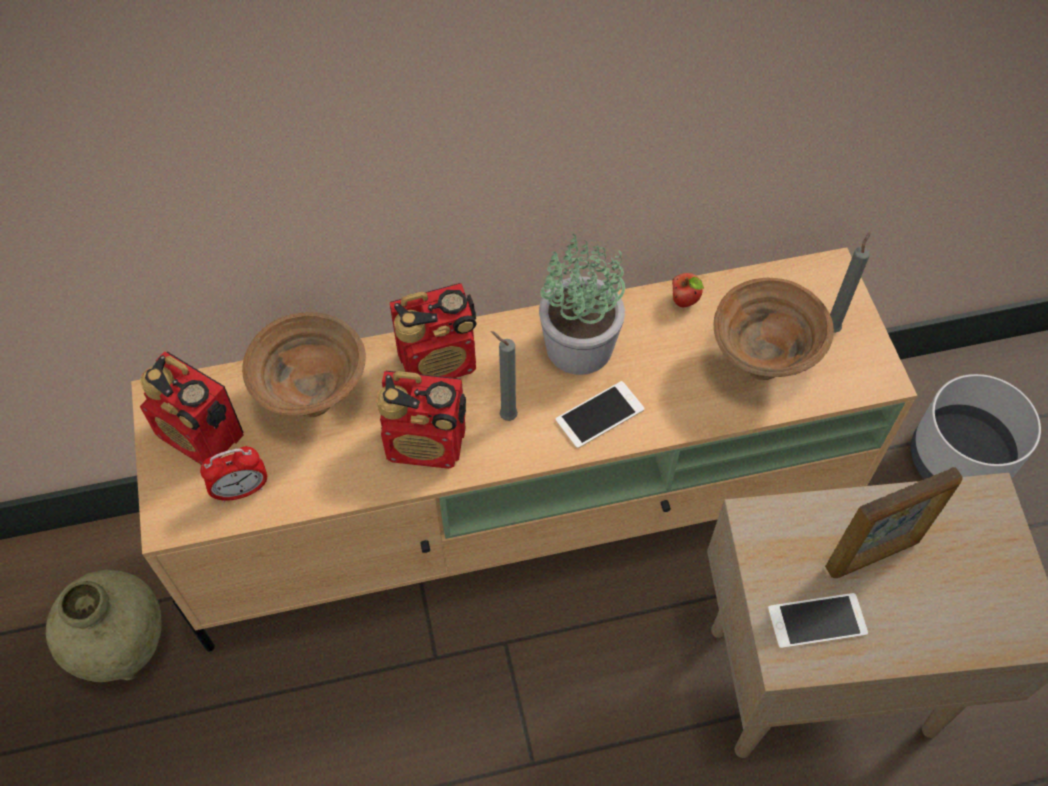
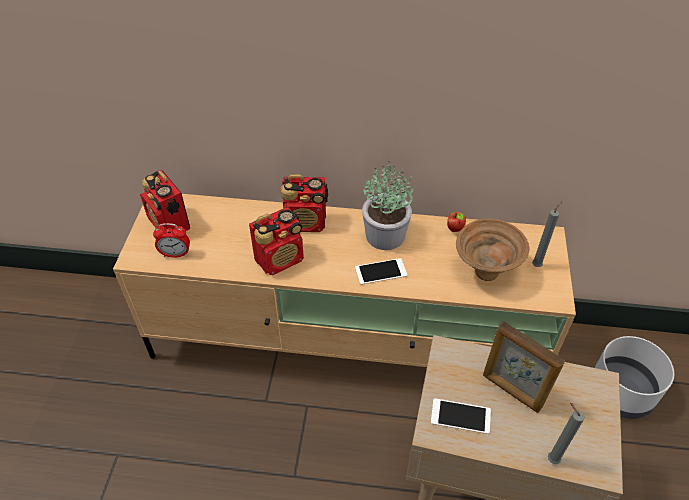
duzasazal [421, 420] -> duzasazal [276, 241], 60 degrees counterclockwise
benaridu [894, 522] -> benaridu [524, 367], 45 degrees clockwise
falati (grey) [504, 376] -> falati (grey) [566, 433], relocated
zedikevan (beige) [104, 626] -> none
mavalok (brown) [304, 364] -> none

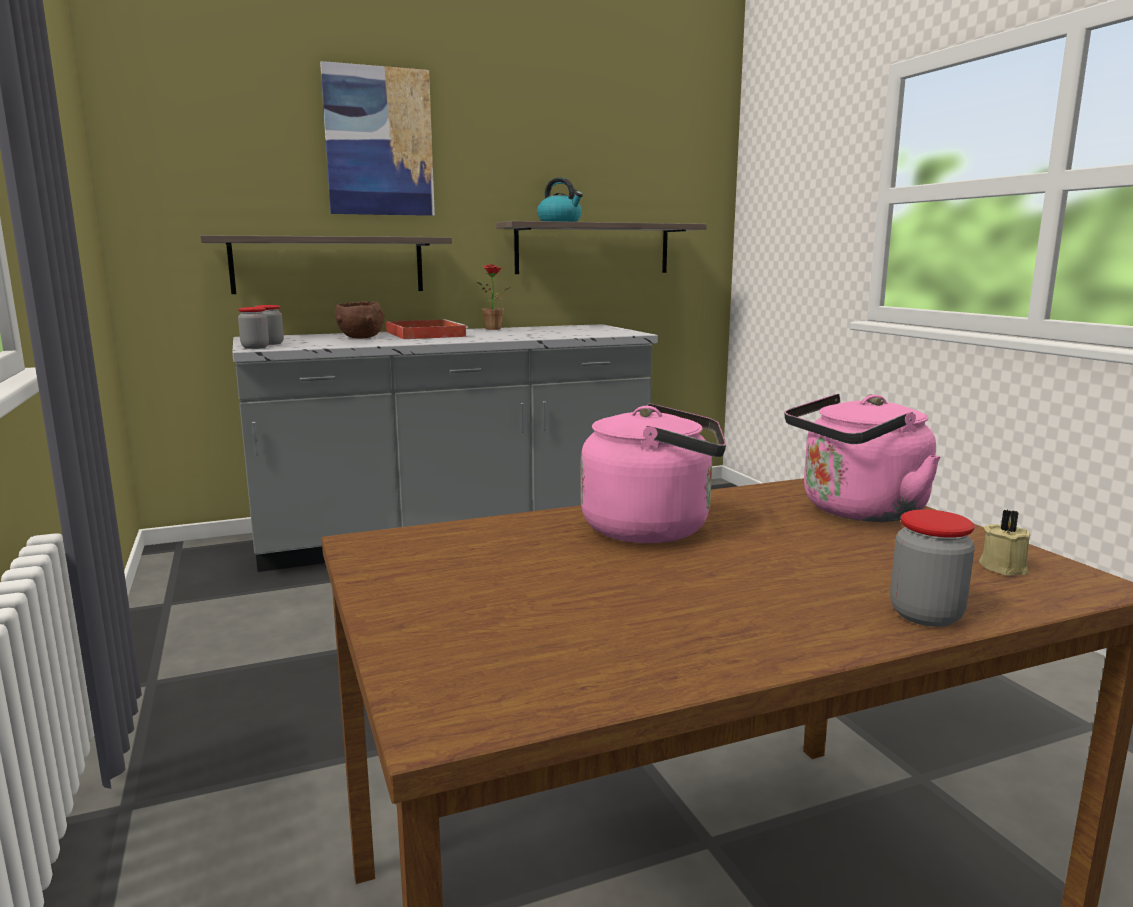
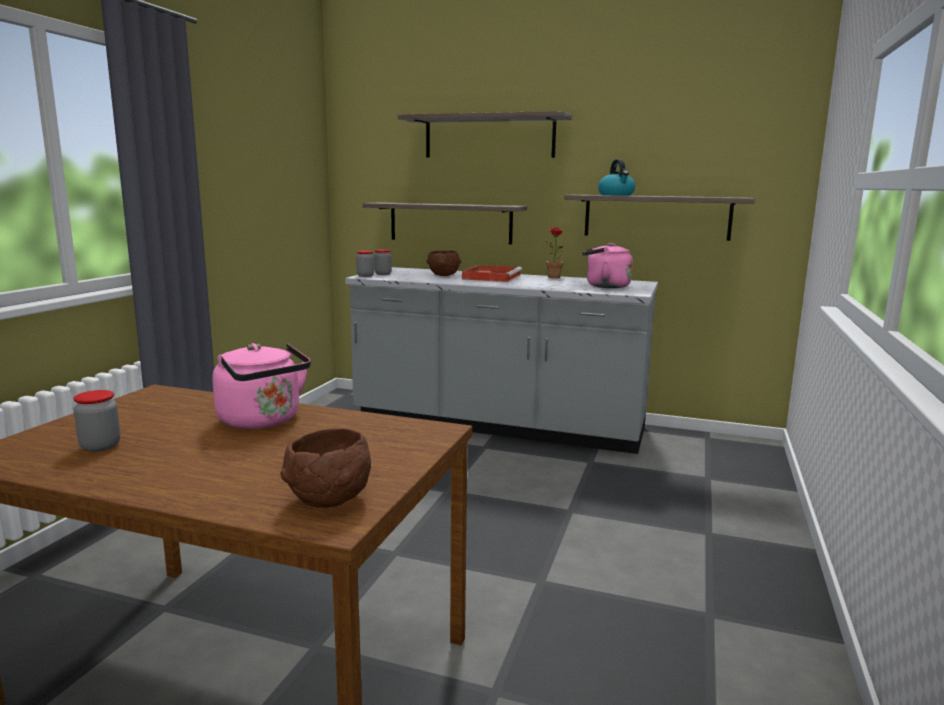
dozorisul [932, 568] -> dozorisul [96, 421], relocated
falati (beige) [1004, 543] -> mavalok (brown) [325, 468]
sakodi [377, 138] -> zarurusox [485, 134]
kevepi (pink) [863, 458] -> kevepi (pink) [607, 265], relocated

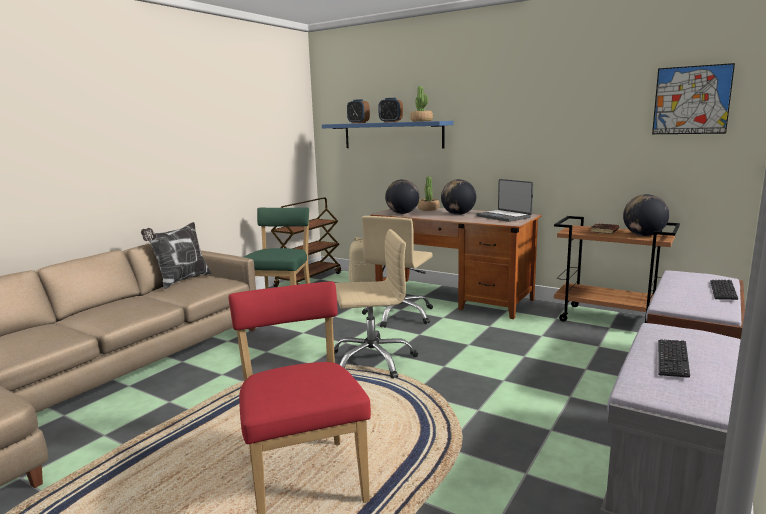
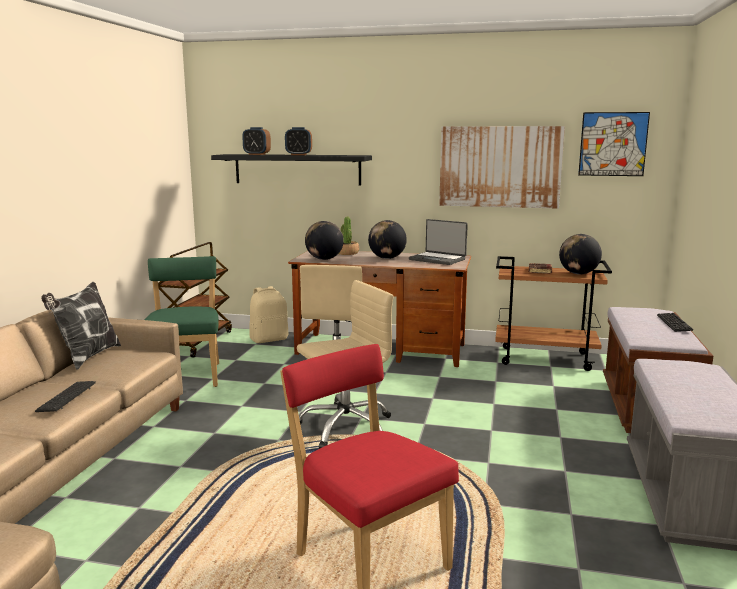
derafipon [674, 358] -> derafipon [65, 396], relocated
zarurusox (blue) [388, 134] -> zarurusox (black) [291, 169]
none -> sakodi [502, 167]
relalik [421, 104] -> none

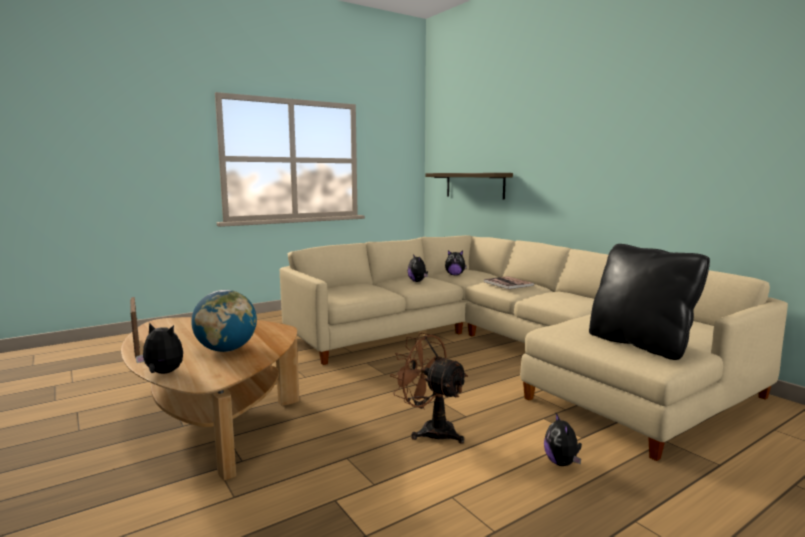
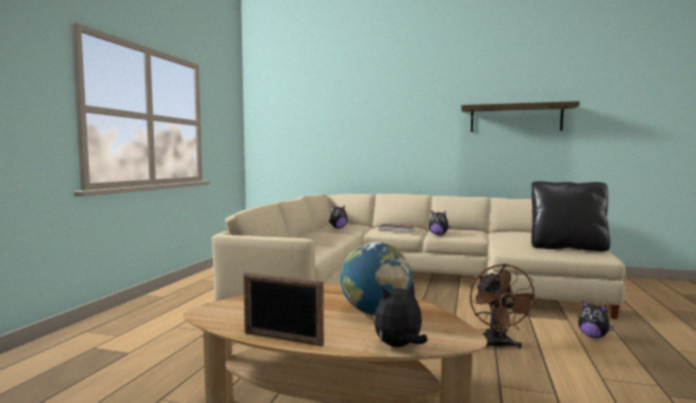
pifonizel [418, 268] -> pifonizel [440, 223], relocated
zarurusox [469, 186] -> zarurusox [520, 116], relocated
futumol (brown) [429, 388] -> futumol (brown) [505, 307], 90 degrees counterclockwise

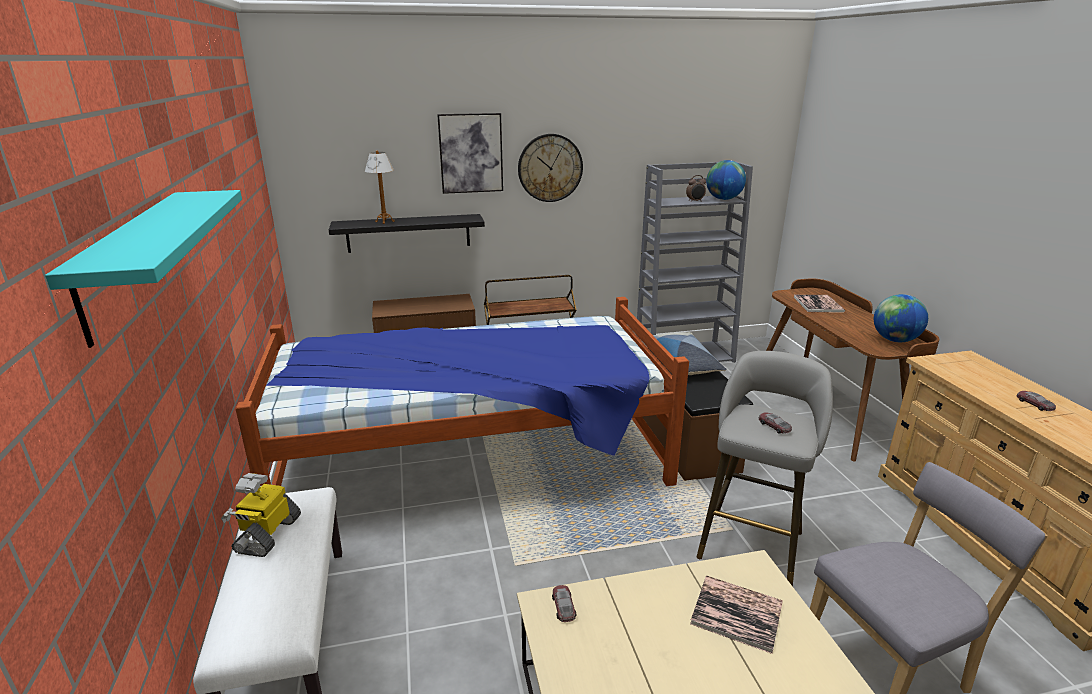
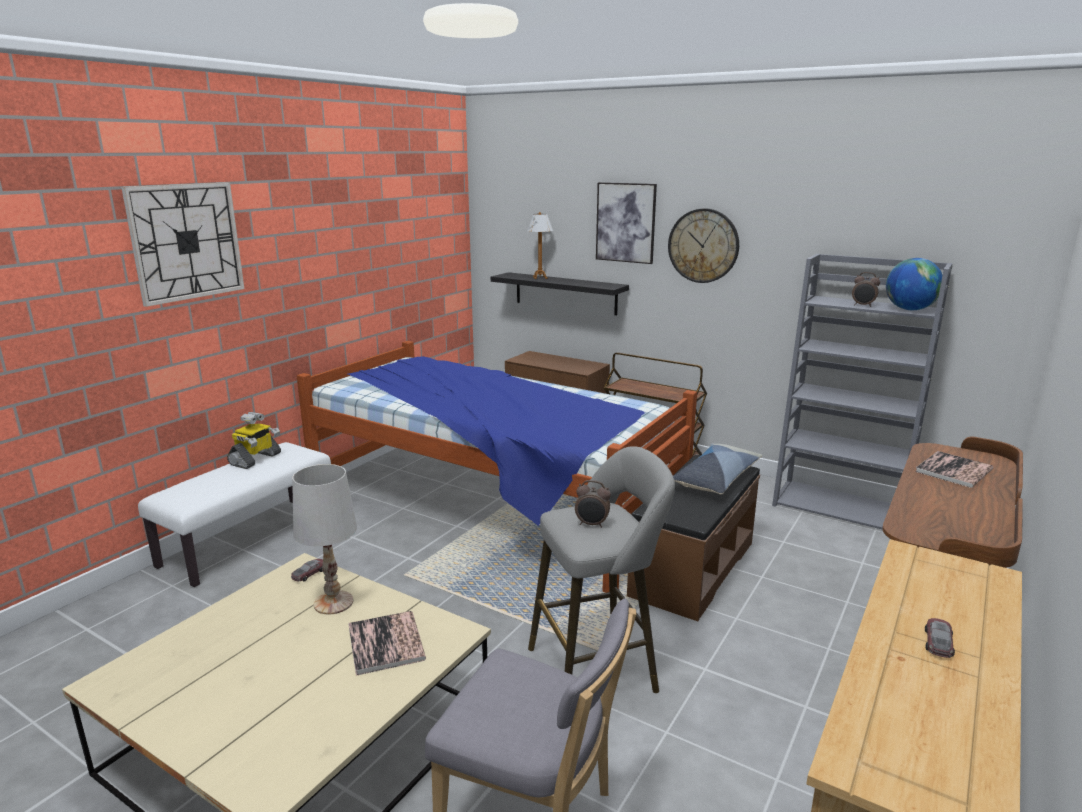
zarurusox (turquoise) [143, 269] -> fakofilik [183, 244]
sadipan [261, 515] -> sadipan [254, 440], 150 degrees clockwise
none -> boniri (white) [324, 539]
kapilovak [775, 423] -> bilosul [593, 504]
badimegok [901, 318] -> none

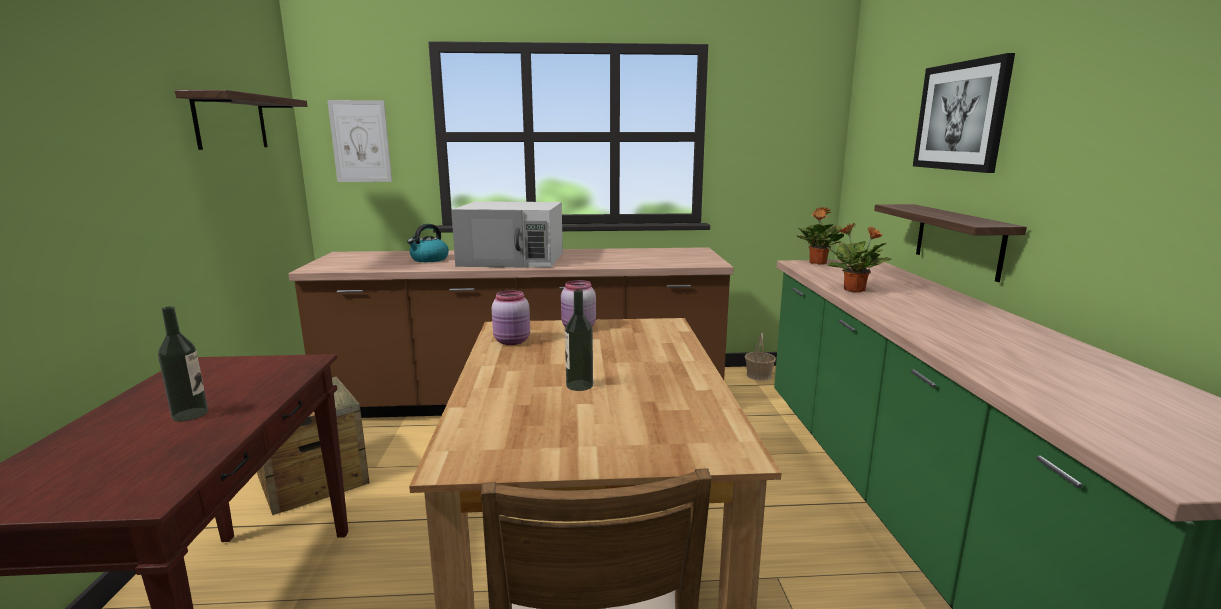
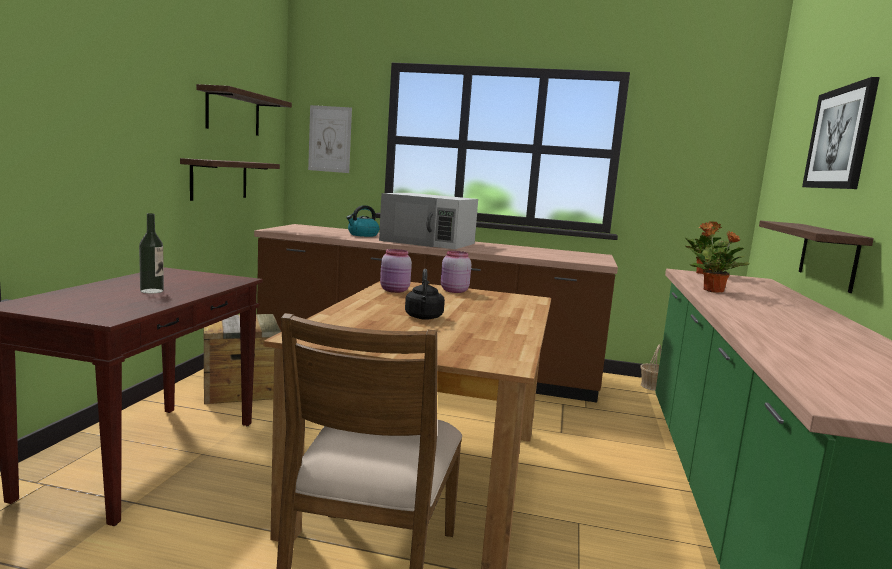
none -> zarurusox [230, 179]
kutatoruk [579, 340] -> kevepi (black) [425, 294]

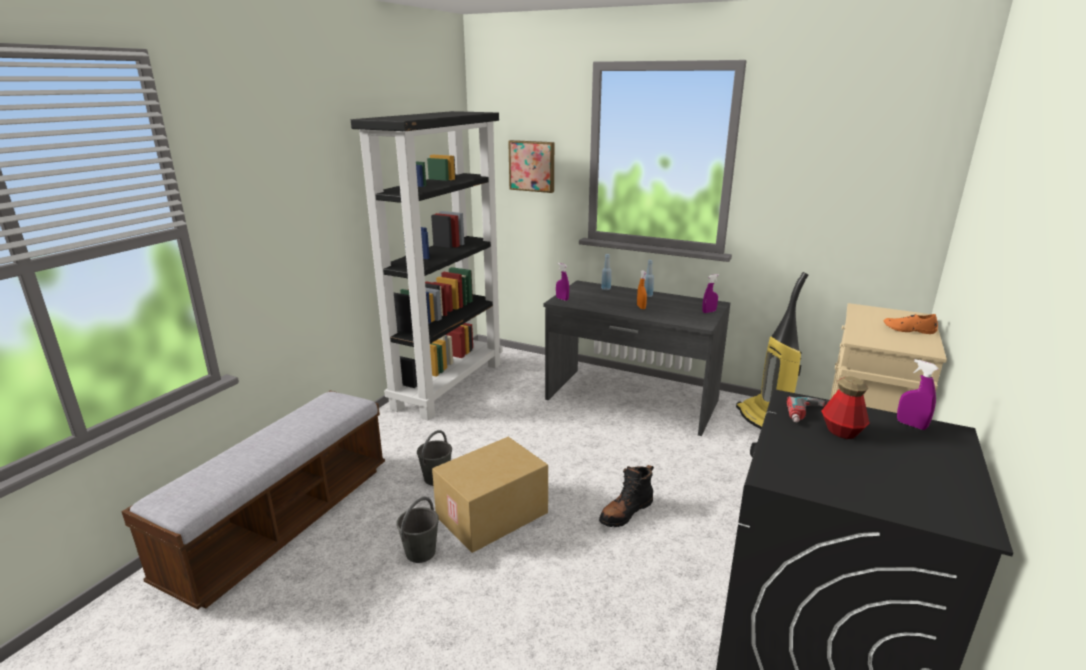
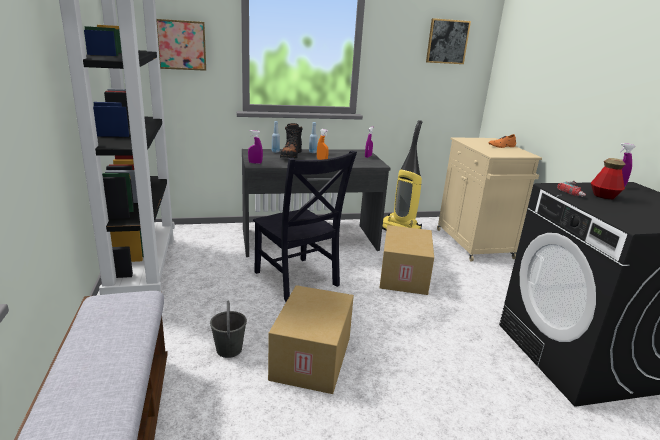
none -> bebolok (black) [305, 226]
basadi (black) [626, 496] -> basadi (black) [291, 141], relocated
none -> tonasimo [406, 260]
none -> sakodi [448, 41]
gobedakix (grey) [417, 530] -> none

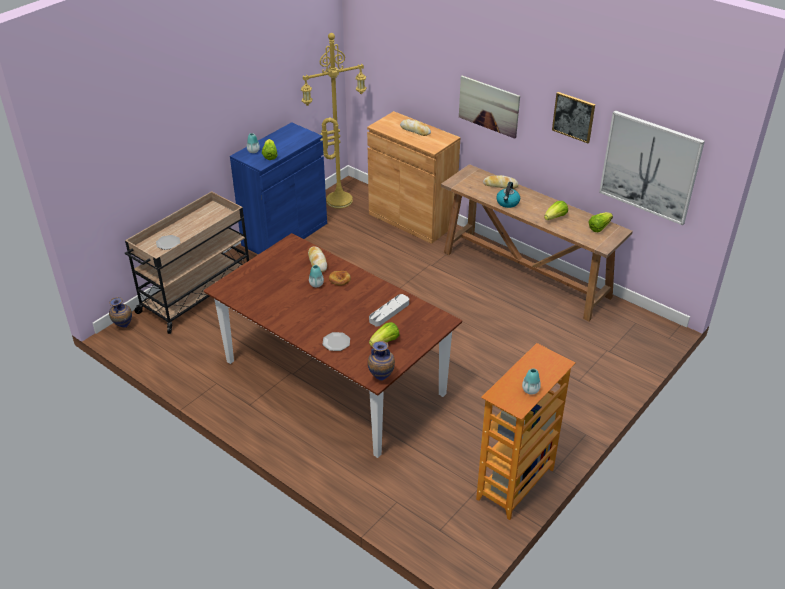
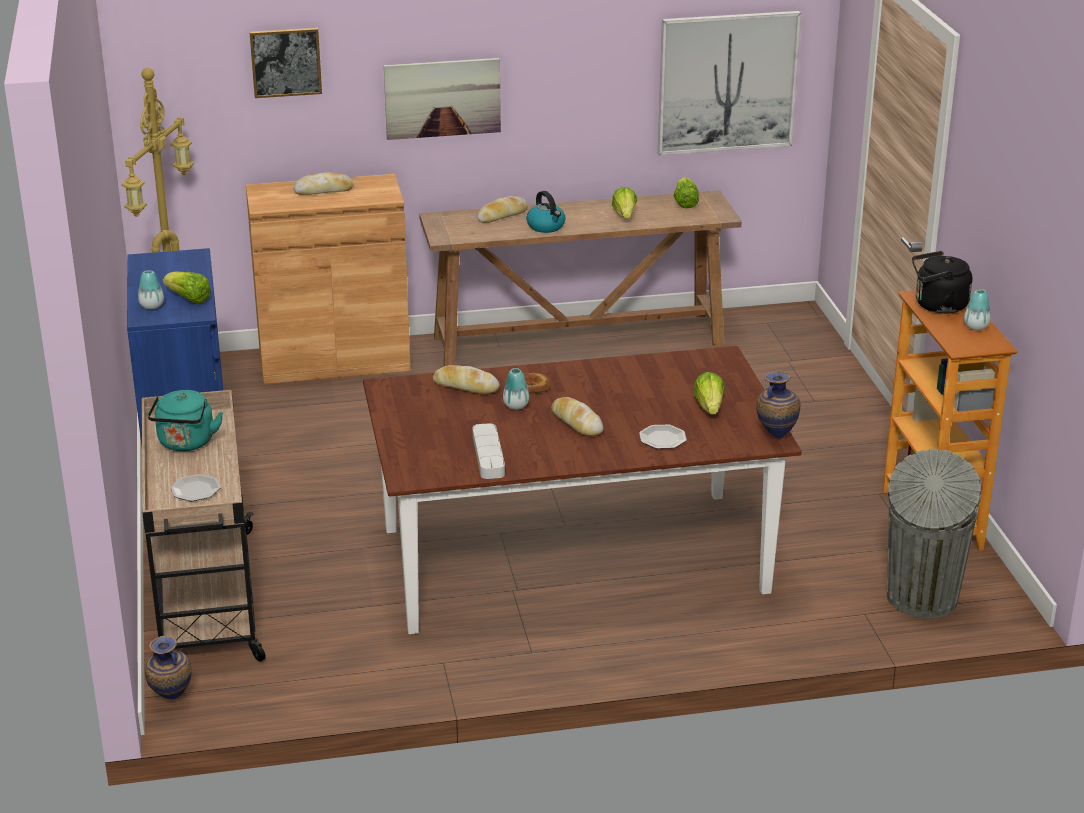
none -> kevepi (turquoise) [185, 420]
sakodi [573, 117] -> sakodi [285, 63], relocated
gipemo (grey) [389, 310] -> gipemo (grey) [488, 451], relocated
none -> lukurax [577, 416]
none -> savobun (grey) [934, 533]
none -> kevepi (black) [942, 282]

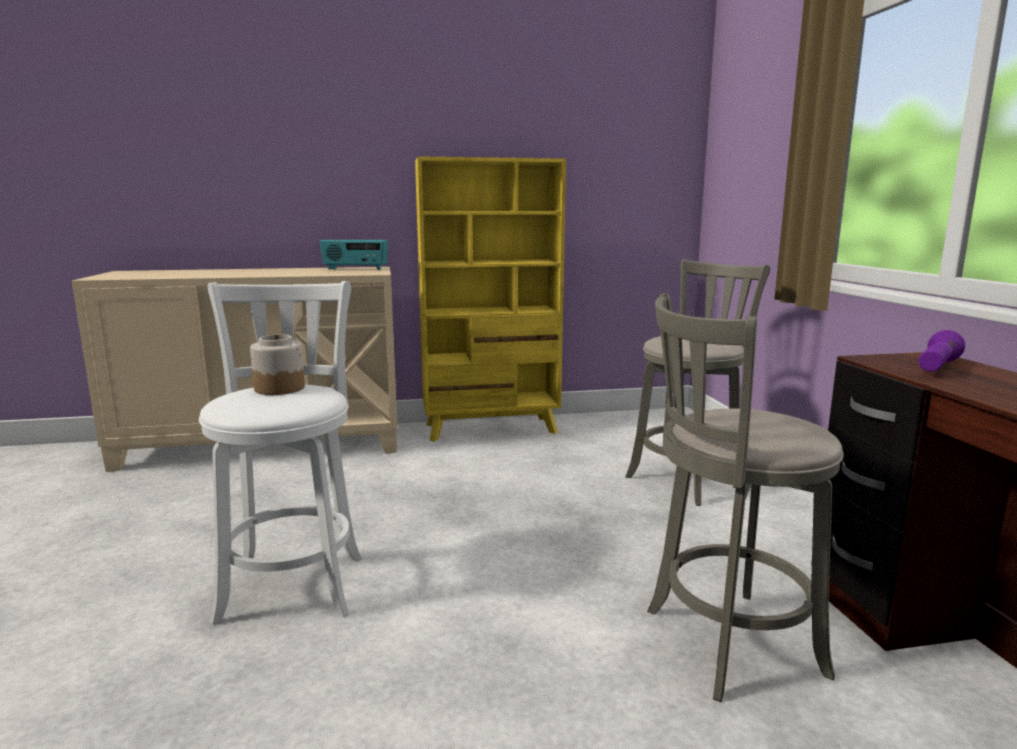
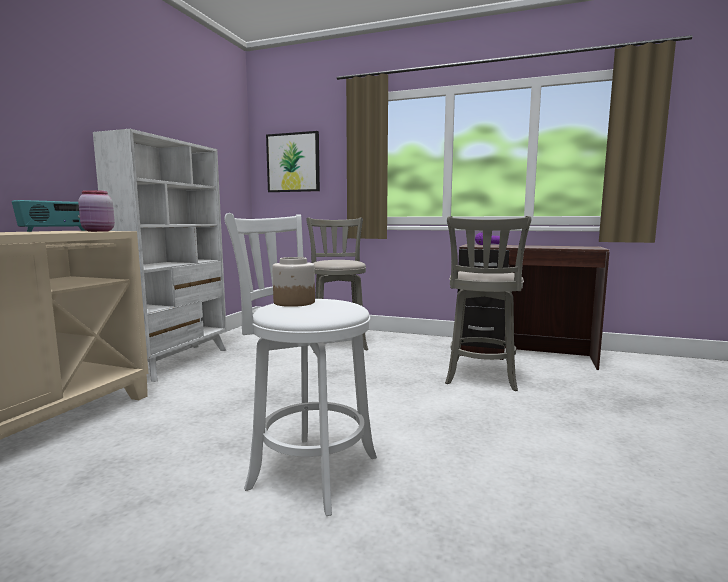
none -> dozorisul (pink) [96, 211]
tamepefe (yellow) [490, 299] -> tamepefe (white) [160, 255]
none -> sakodi [293, 161]

